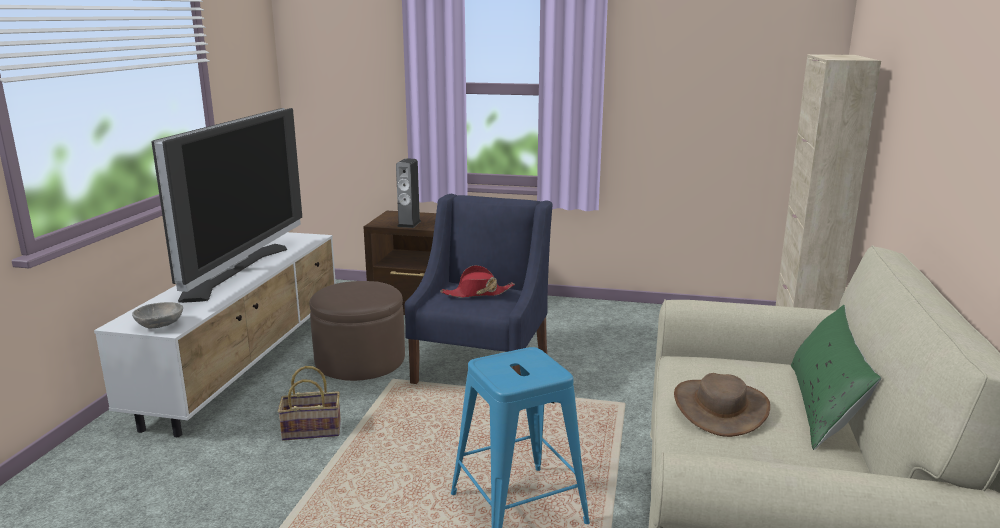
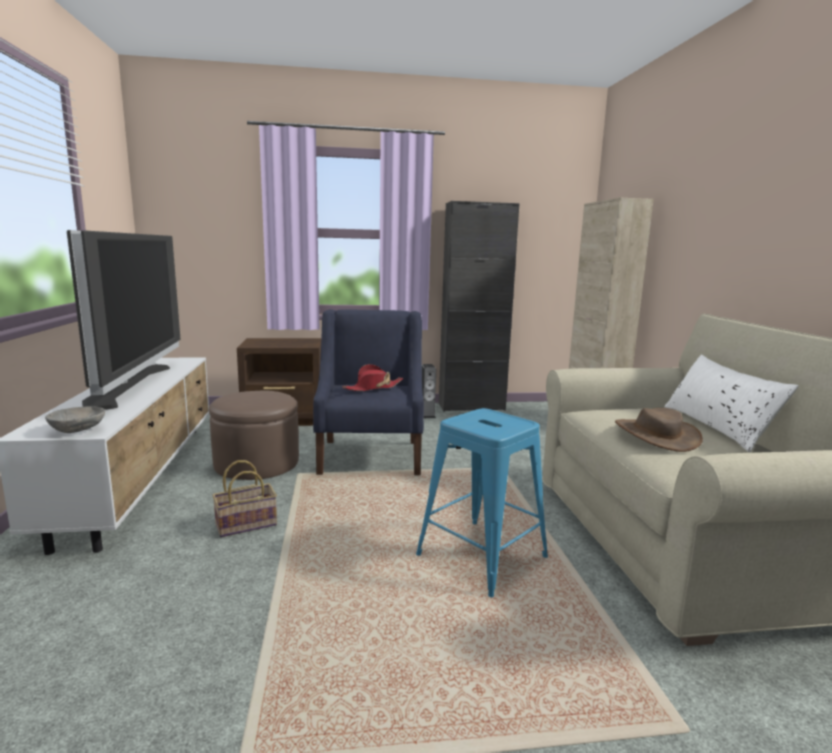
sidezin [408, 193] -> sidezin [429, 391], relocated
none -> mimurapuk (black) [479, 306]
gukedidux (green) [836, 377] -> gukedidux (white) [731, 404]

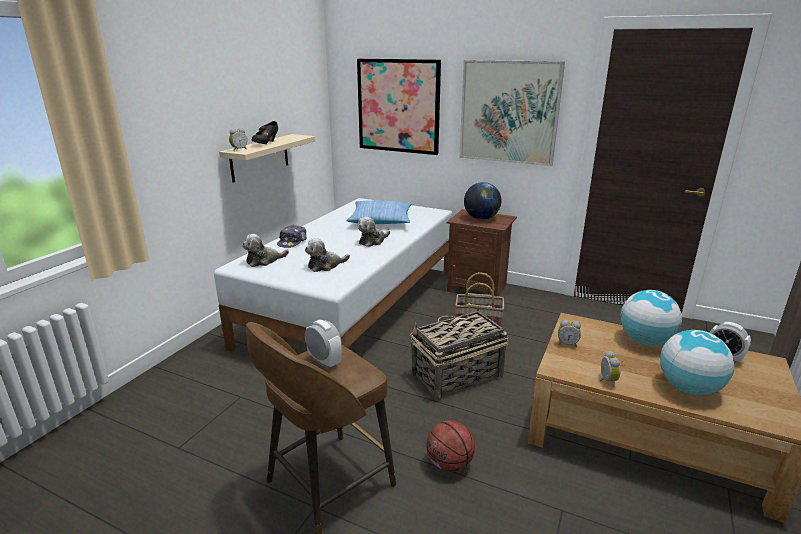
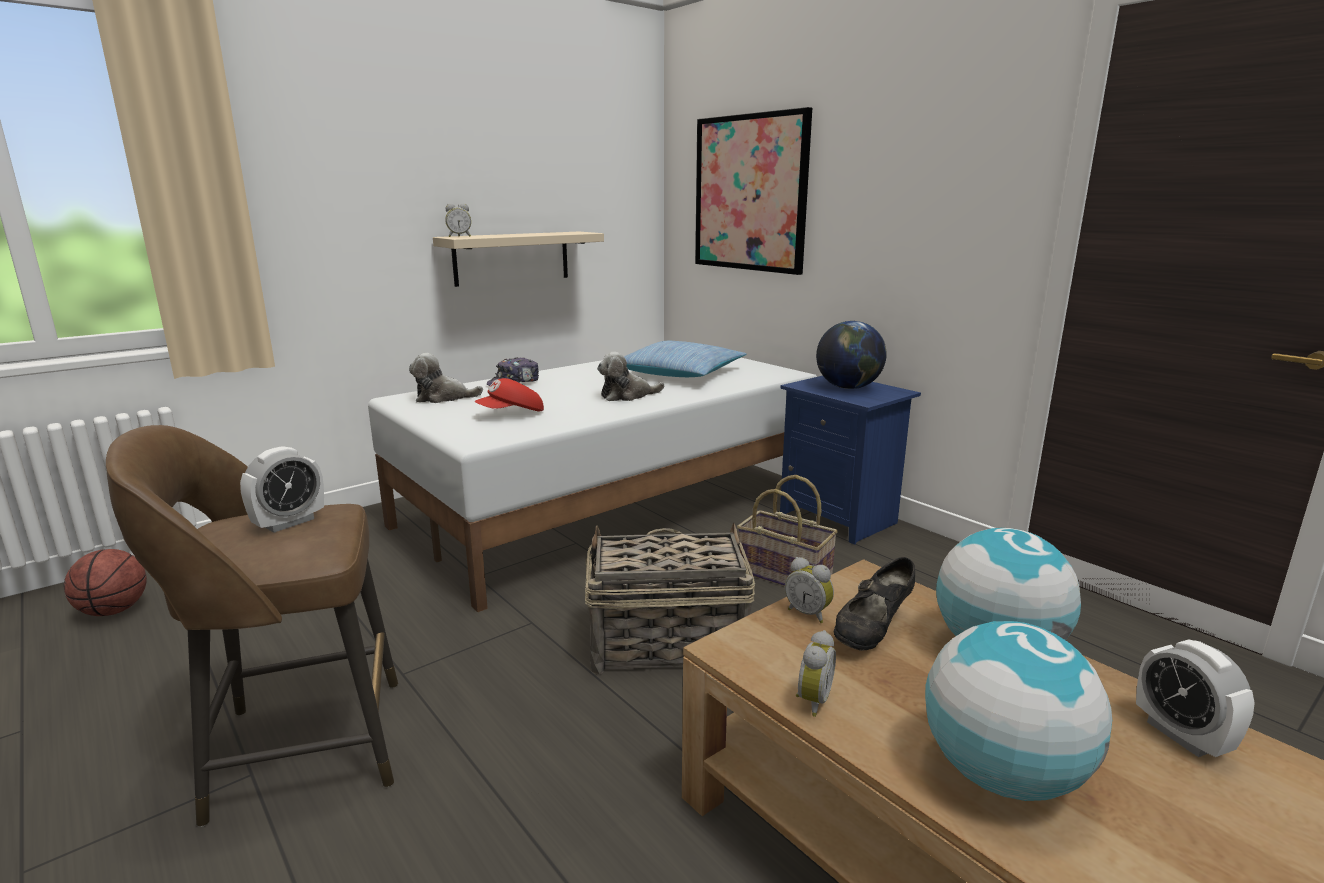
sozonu [450, 446] -> sozonu [105, 582], relocated
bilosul [323, 344] -> bilosul [282, 489], 60 degrees clockwise
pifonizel [327, 255] -> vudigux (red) [509, 395]
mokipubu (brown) [482, 253] -> mokipubu (blue) [850, 460]
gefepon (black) [265, 132] -> gefepon (black) [874, 604], relocated
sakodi [512, 113] -> none

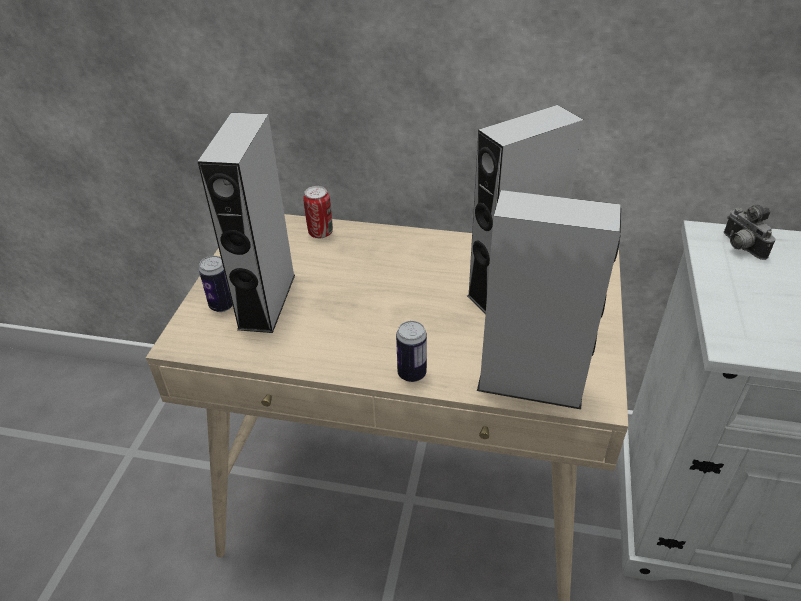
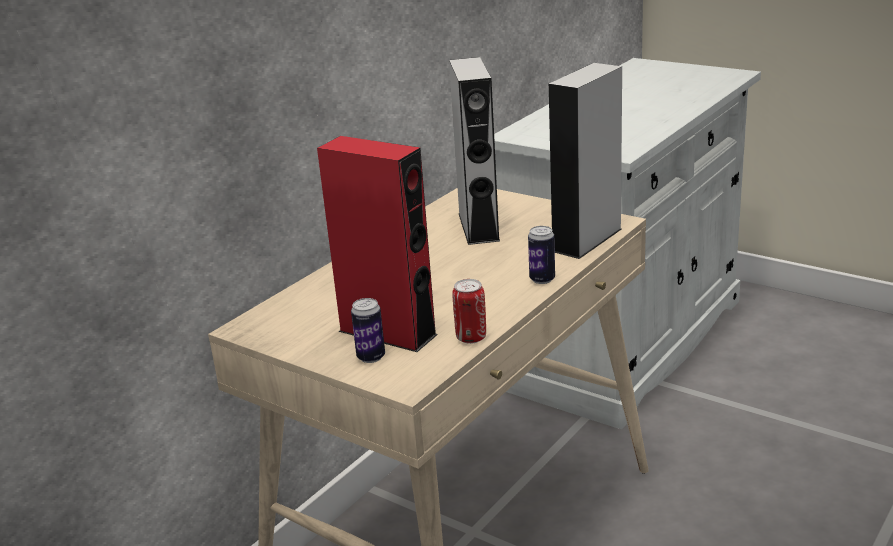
sidezin (grey) [246, 223] -> sidezin (red) [377, 244]
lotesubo [318, 212] -> lotesubo [469, 311], relocated
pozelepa [749, 232] -> none

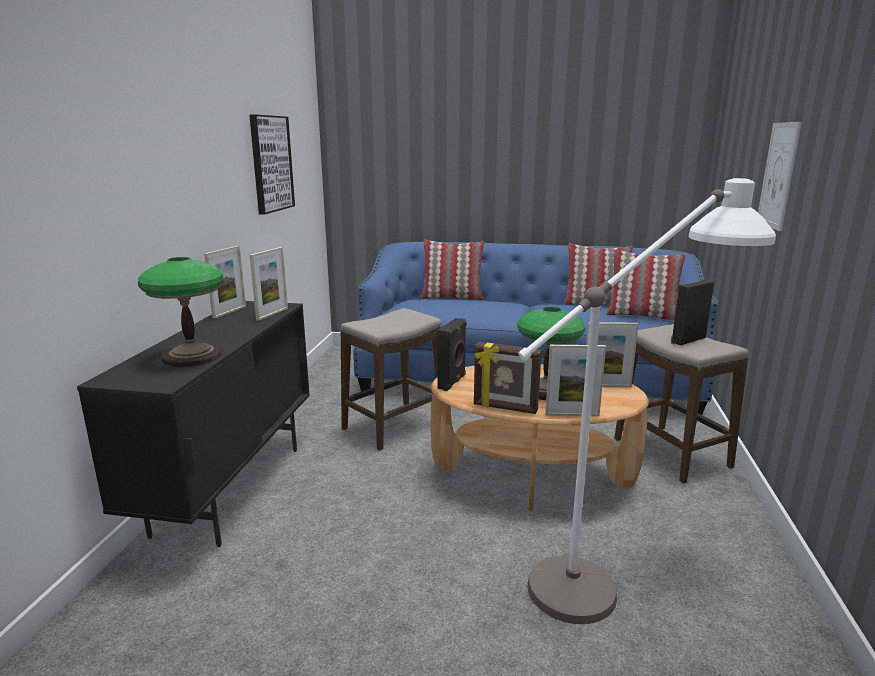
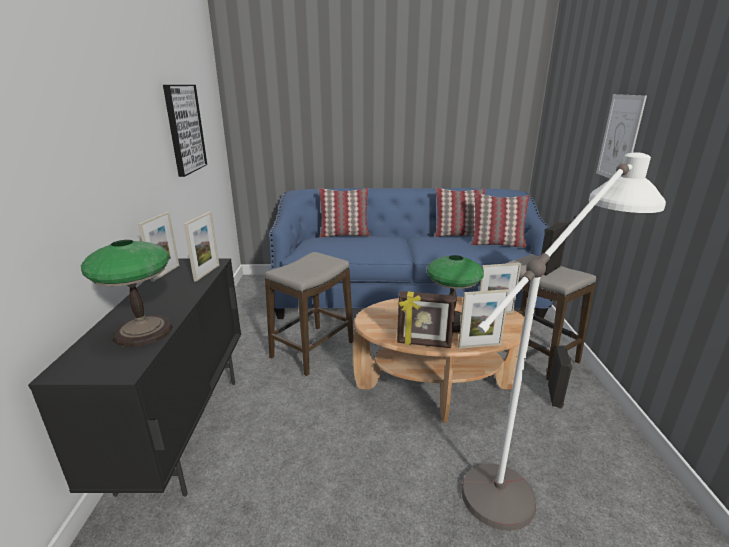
sidezin (black) [452, 354] -> sidezin (black) [560, 376], relocated

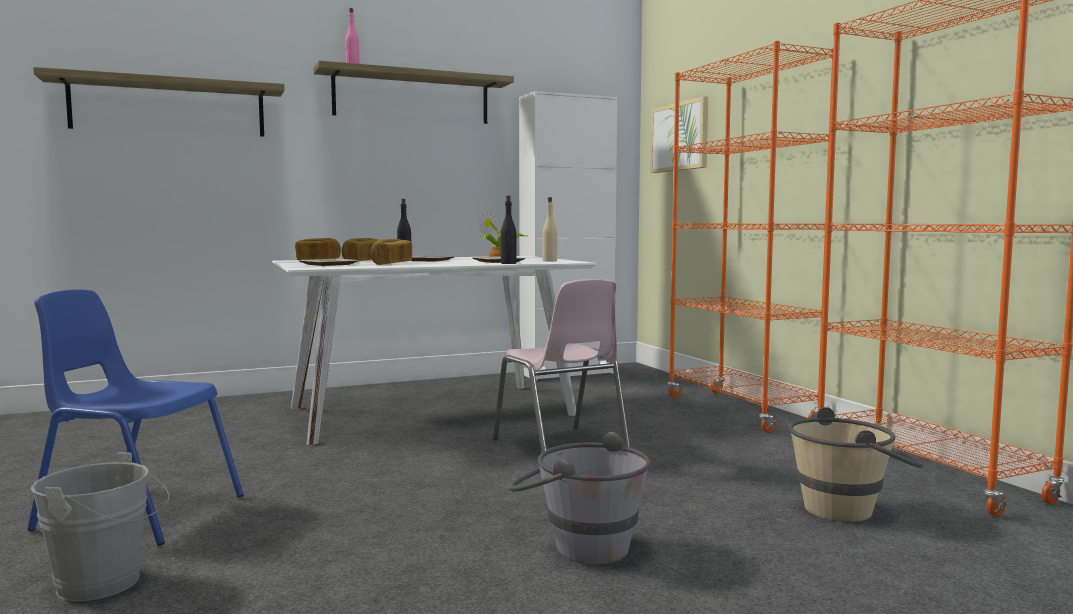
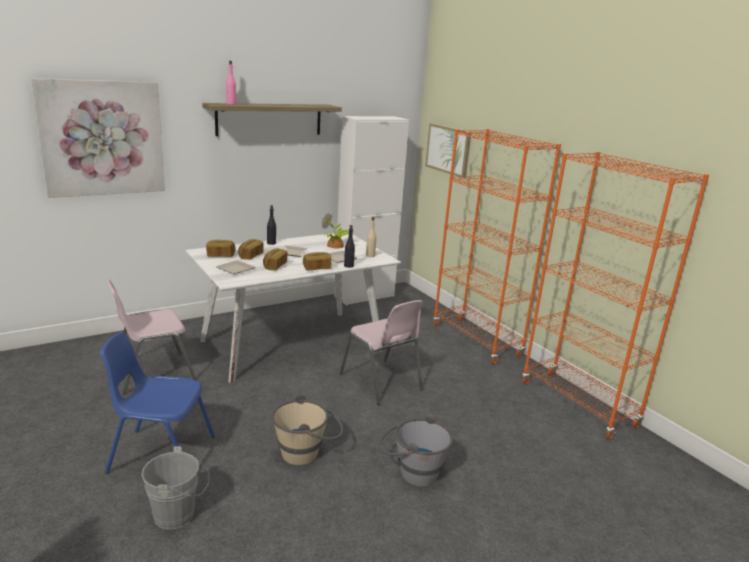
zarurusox [159, 102] -> sakodi [98, 138]
none -> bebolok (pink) [151, 337]
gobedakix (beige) [855, 464] -> gobedakix (beige) [307, 429], relocated
none -> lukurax [317, 261]

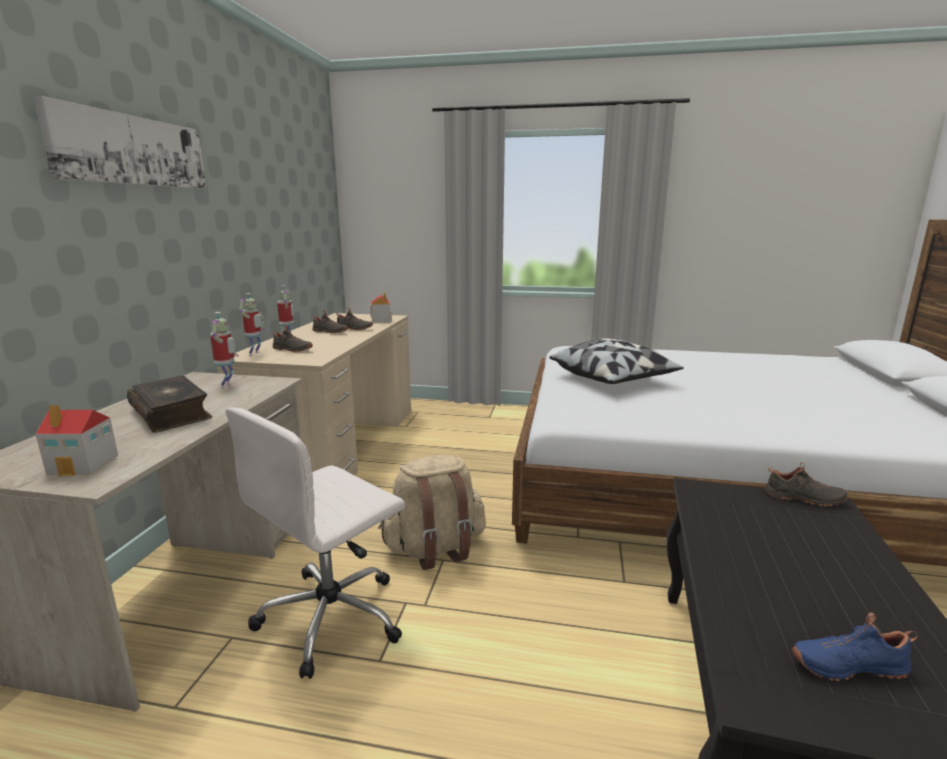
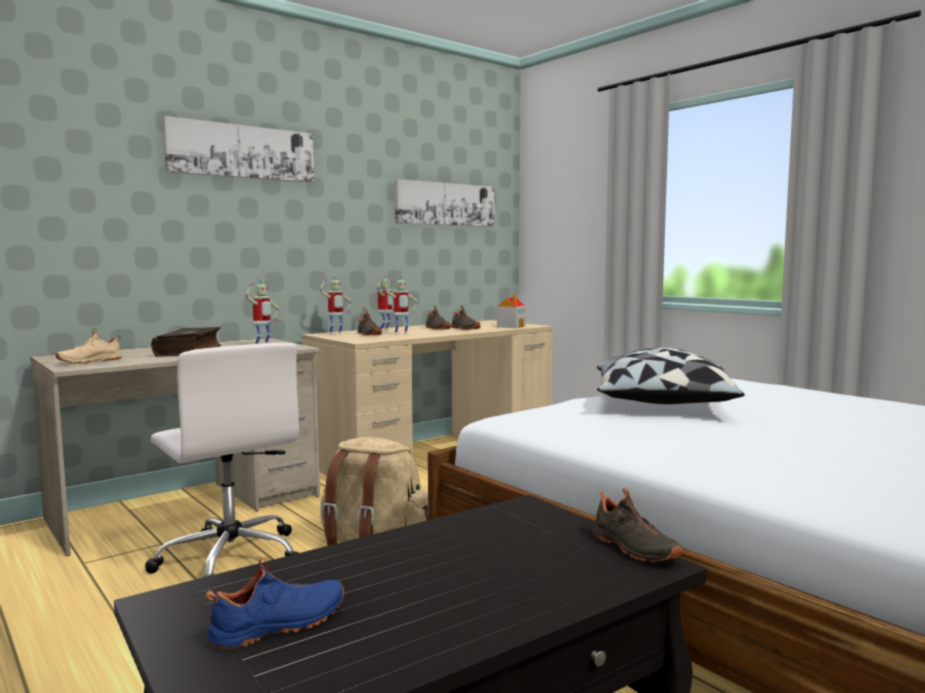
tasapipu [77, 440] -> gefepon (beige) [89, 346]
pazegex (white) [315, 543] -> pazegex (white) [222, 459], 120 degrees counterclockwise
gefepon (blue) [854, 646] -> gefepon (blue) [274, 603], 105 degrees clockwise
none -> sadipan [401, 304]
none -> sakodi [444, 203]

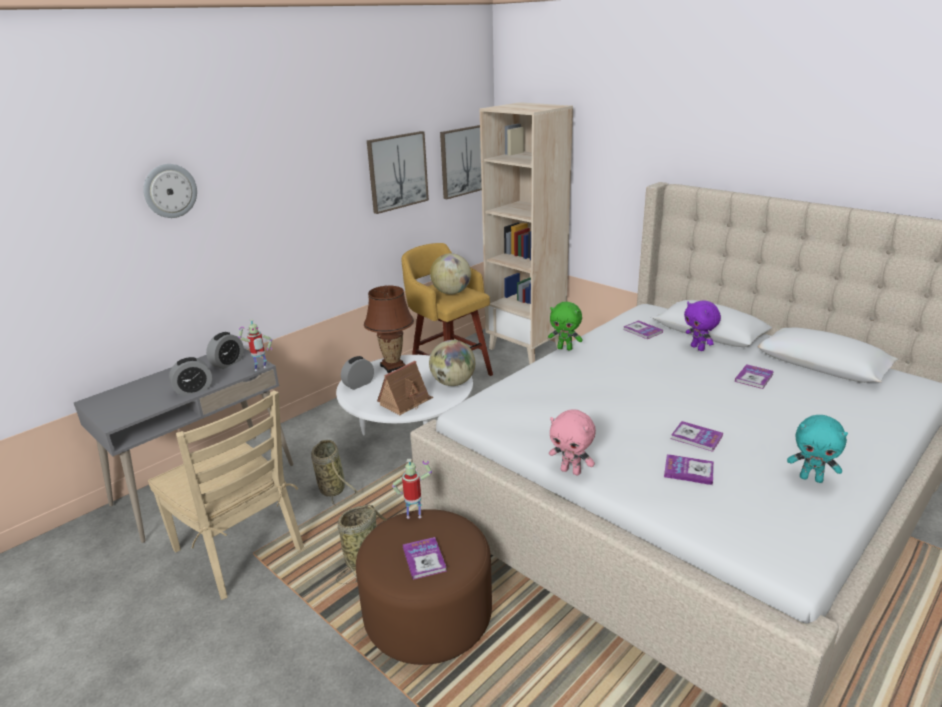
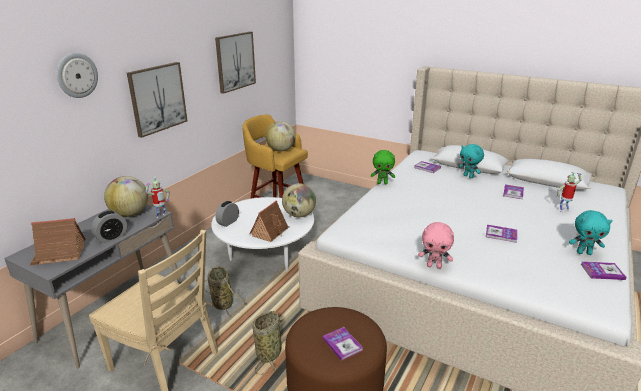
none -> tasapipu [58, 241]
bilosul [225, 350] -> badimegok [126, 196]
sakodi [461, 162] -> sakodi [157, 100], relocated
pifonizel (purple) [702, 325] -> pifonizel (turquoise) [471, 161]
sadipan [412, 489] -> sadipan [569, 192], relocated
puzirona [689, 469] -> puzirona [604, 270], relocated
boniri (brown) [389, 329] -> none
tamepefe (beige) [526, 233] -> none

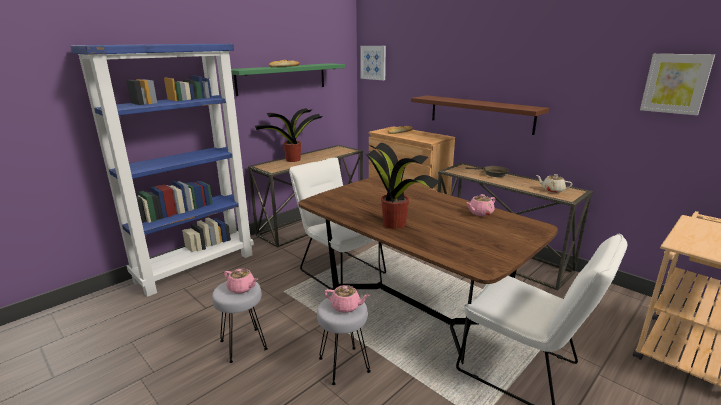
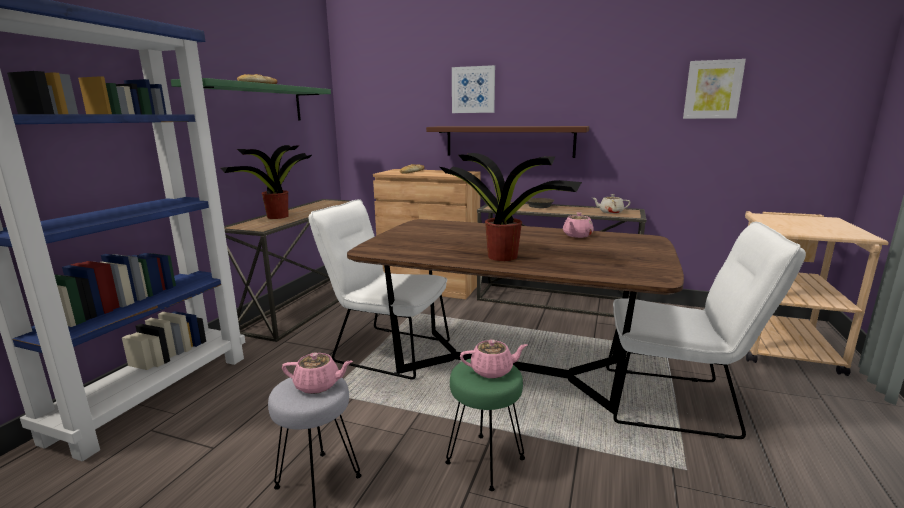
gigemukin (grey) [344, 340] -> gigemukin (green) [485, 425]
sakodi [373, 63] -> sakodi [473, 89], relocated

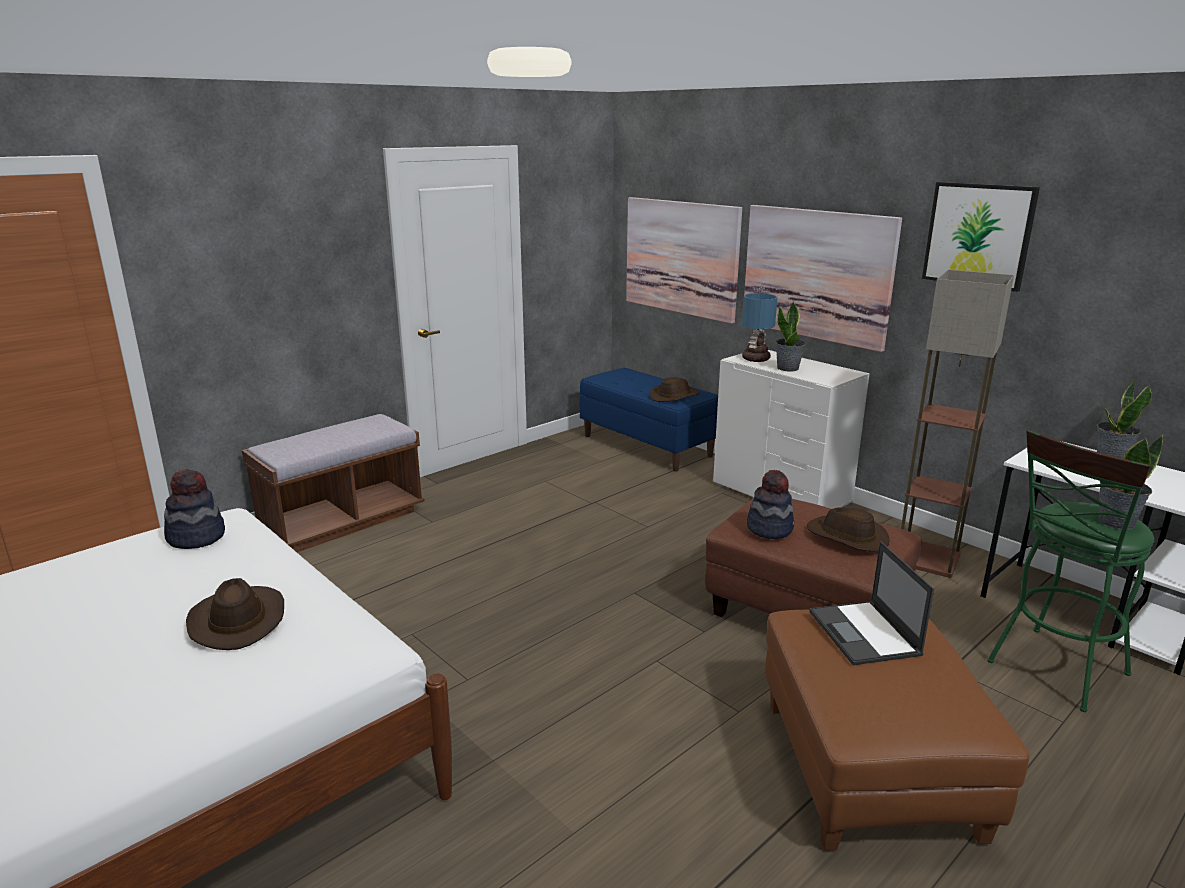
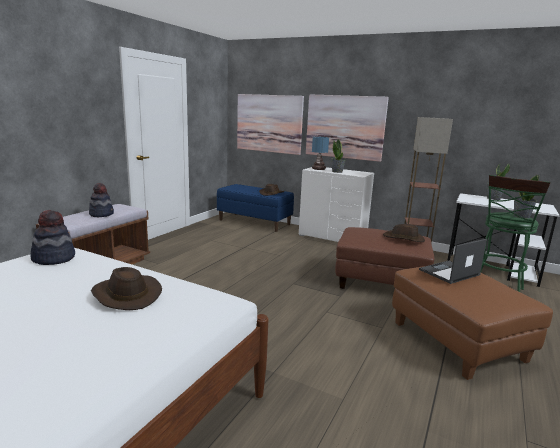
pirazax [770, 504] -> pirazax [101, 200], relocated
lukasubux [872, 603] -> lukasubux [453, 261], 90 degrees clockwise
sakodi [981, 237] -> none

